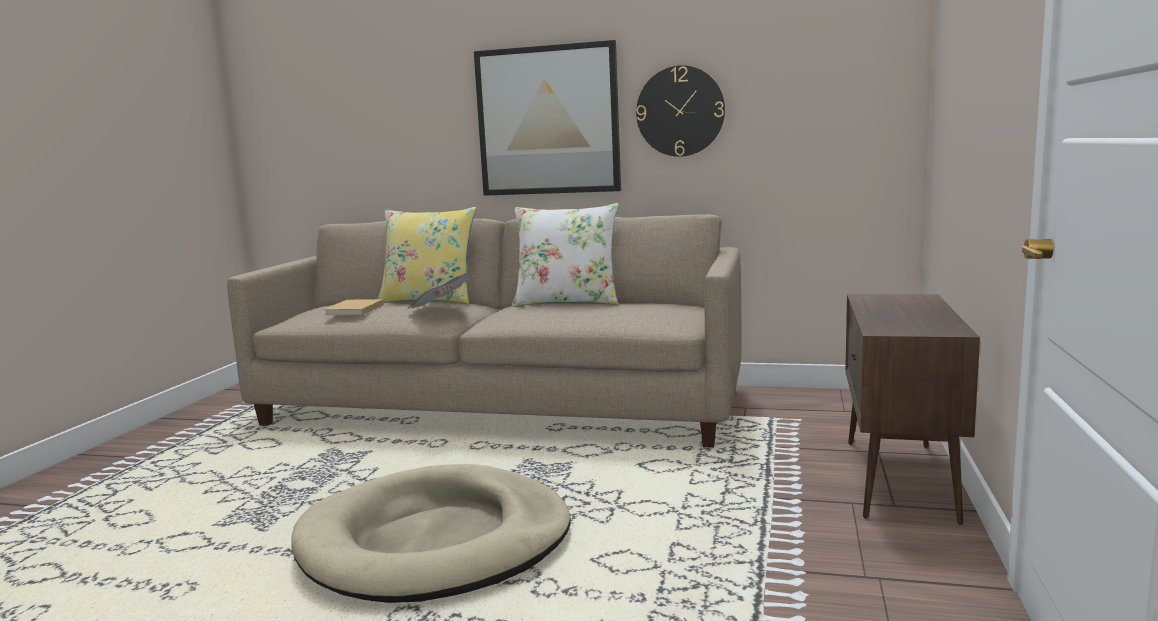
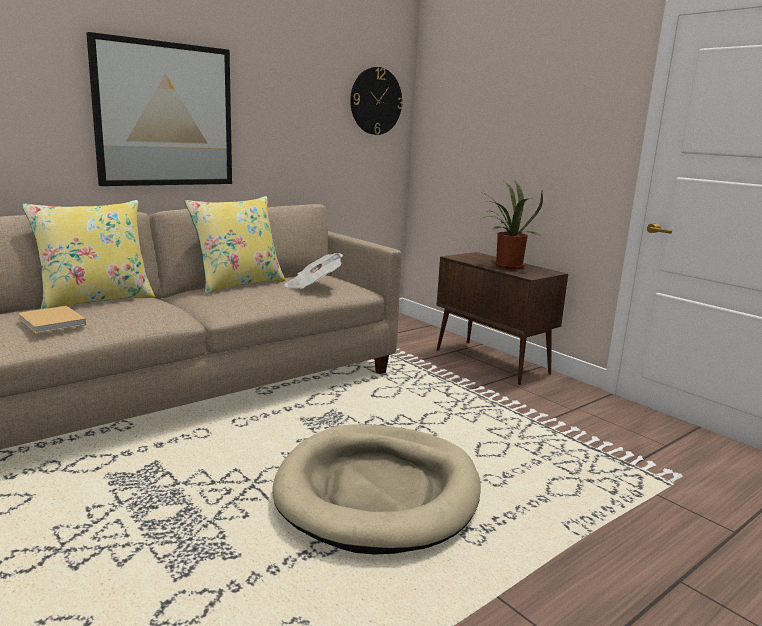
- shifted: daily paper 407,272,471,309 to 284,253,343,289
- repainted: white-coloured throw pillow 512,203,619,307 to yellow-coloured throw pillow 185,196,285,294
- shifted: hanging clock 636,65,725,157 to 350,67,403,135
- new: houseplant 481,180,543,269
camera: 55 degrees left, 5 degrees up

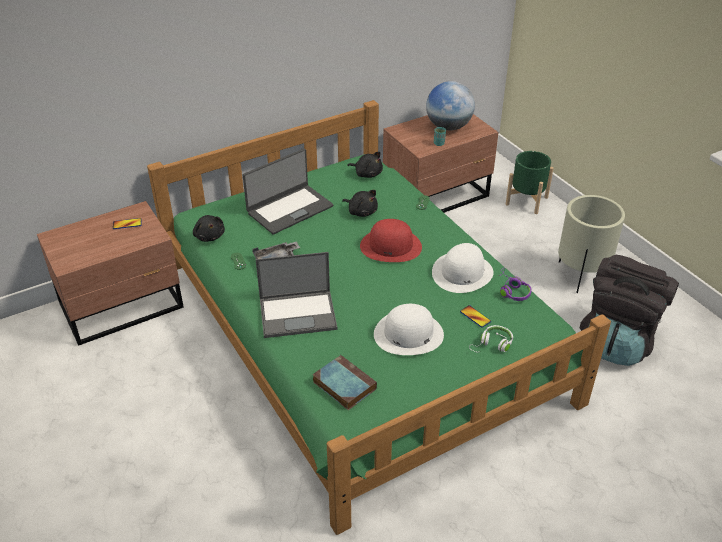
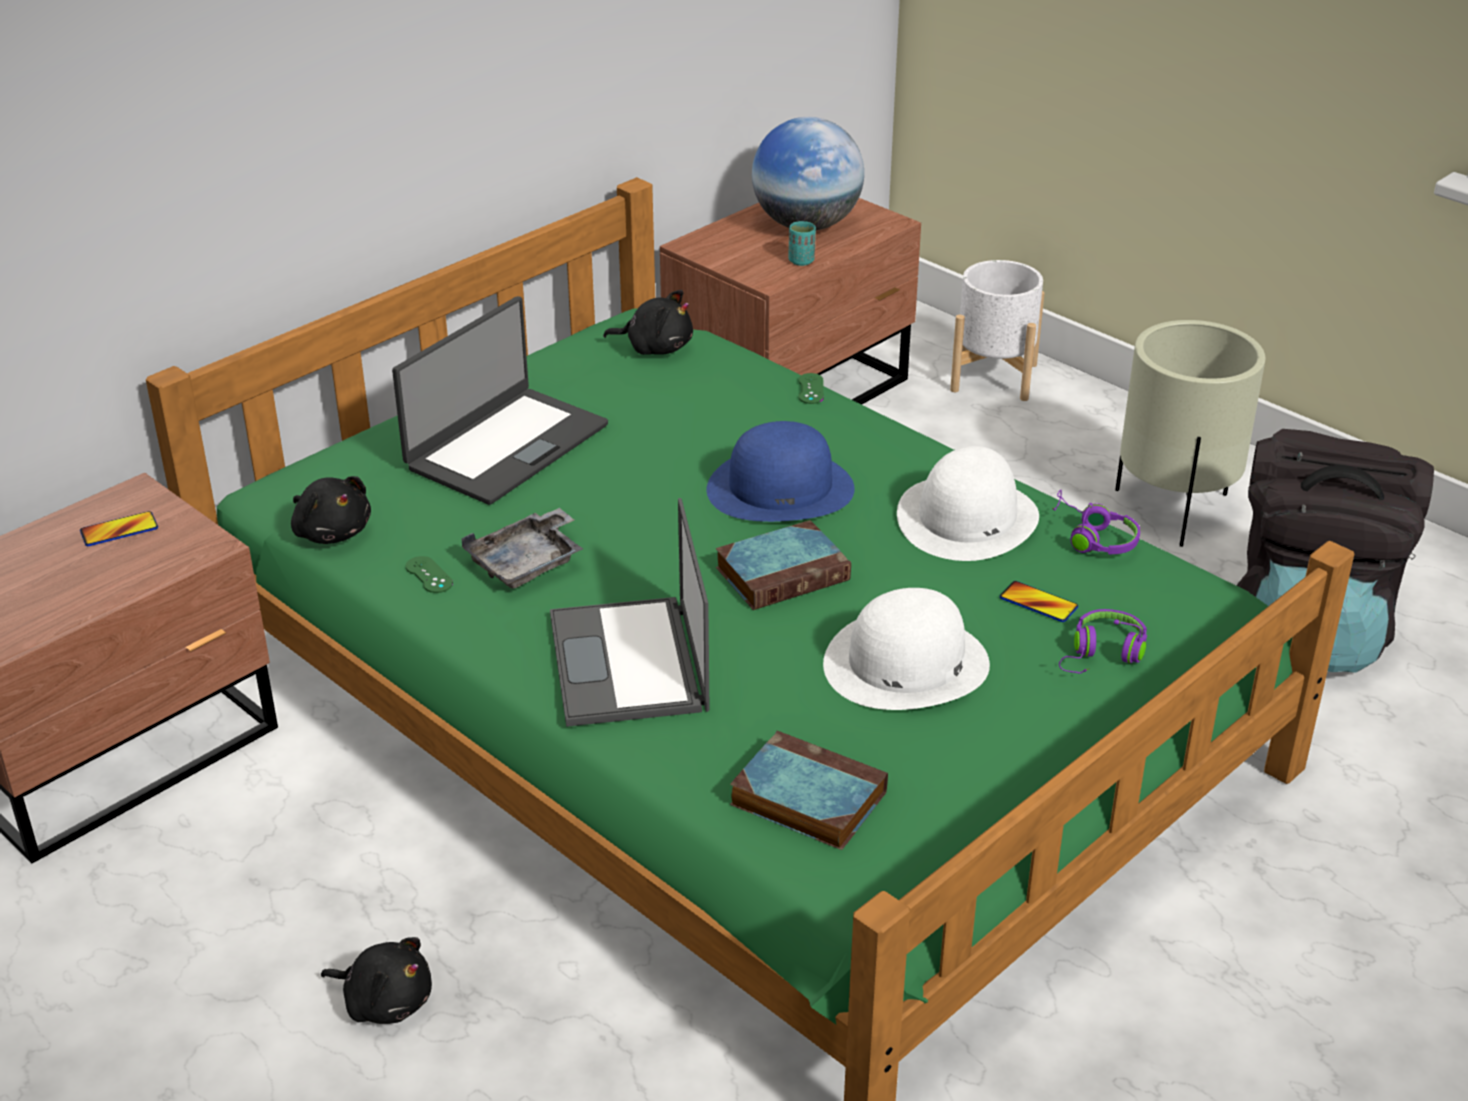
- rotated: portable computer 256,252,337,338 = 550,498,709,727 105 degrees clockwise
- shifted: black plush toy 342,190,378,217 to 321,937,432,1024
- repainted: red-coloured hat 360,219,422,262 to bluish hat 707,421,855,522
- repainted: white-coloured headphones 469,325,513,353 to purplish headphones 1059,609,1147,673
- repainted: green-coloured planter 506,151,554,214 to white-coloured planter 950,260,1044,401
- new: bound book 716,520,851,610
camera: 15 degrees left, 5 degrees down

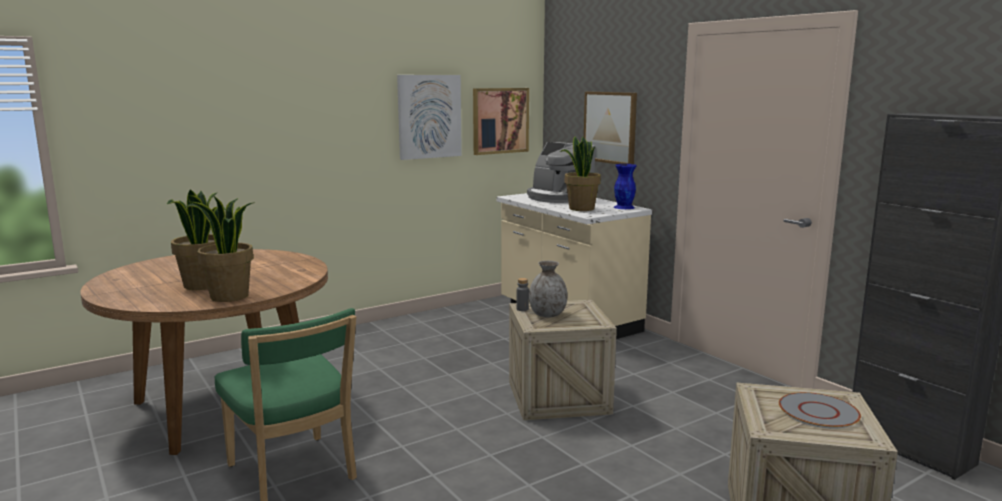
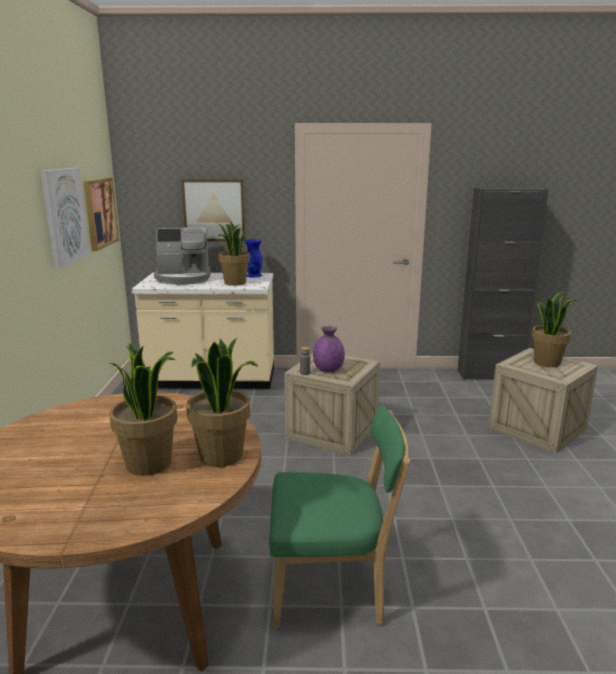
- repainted: gray decorative vase 529,261,567,317 to purplish decorative vase 313,326,345,372
- swapped: gray plate 779,392,861,428 to houseplant 532,292,577,367
camera: 55 degrees left, 5 degrees up

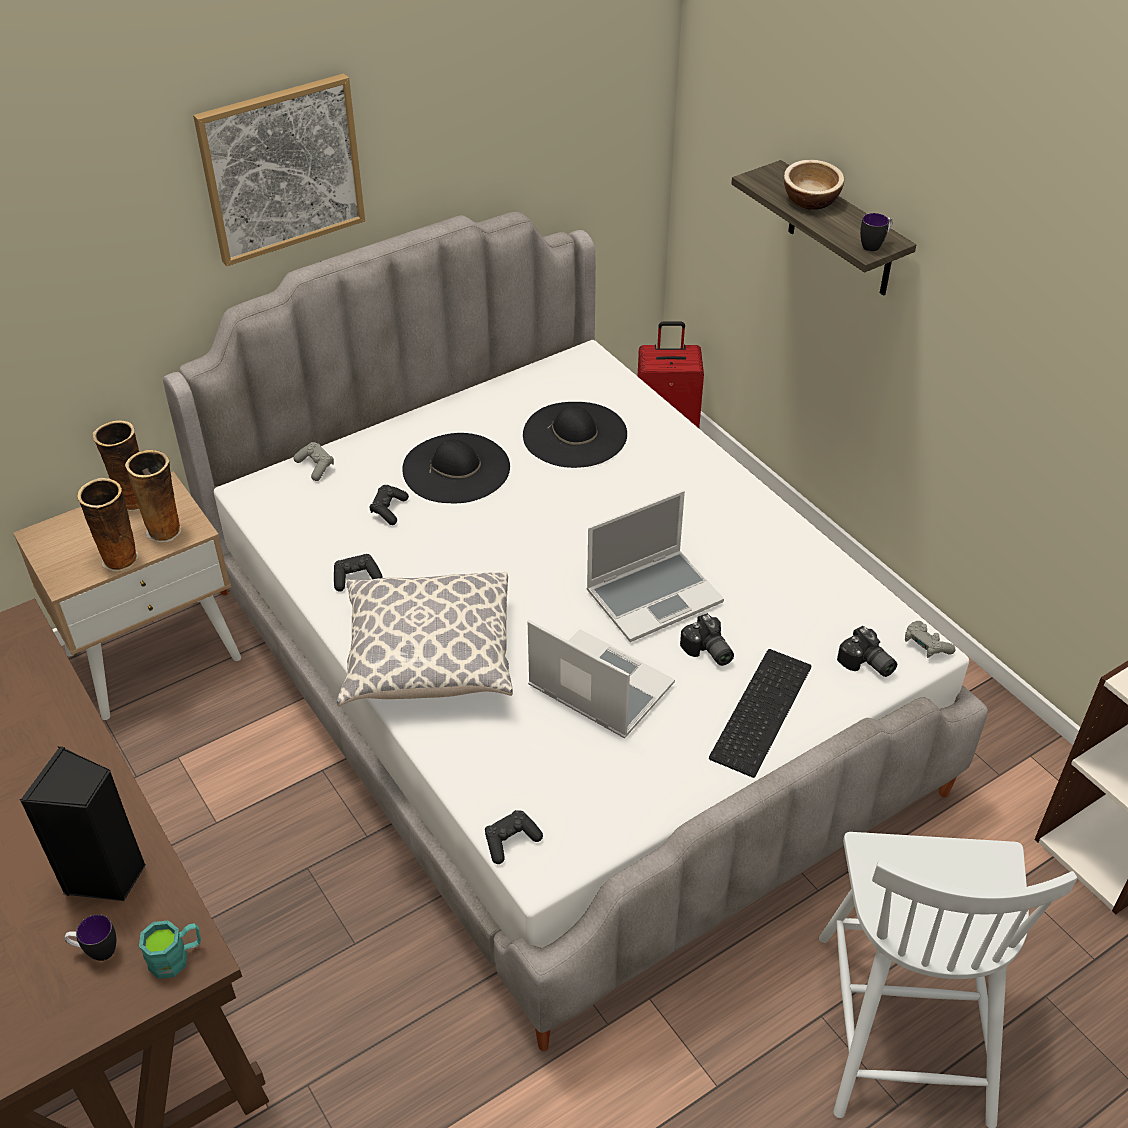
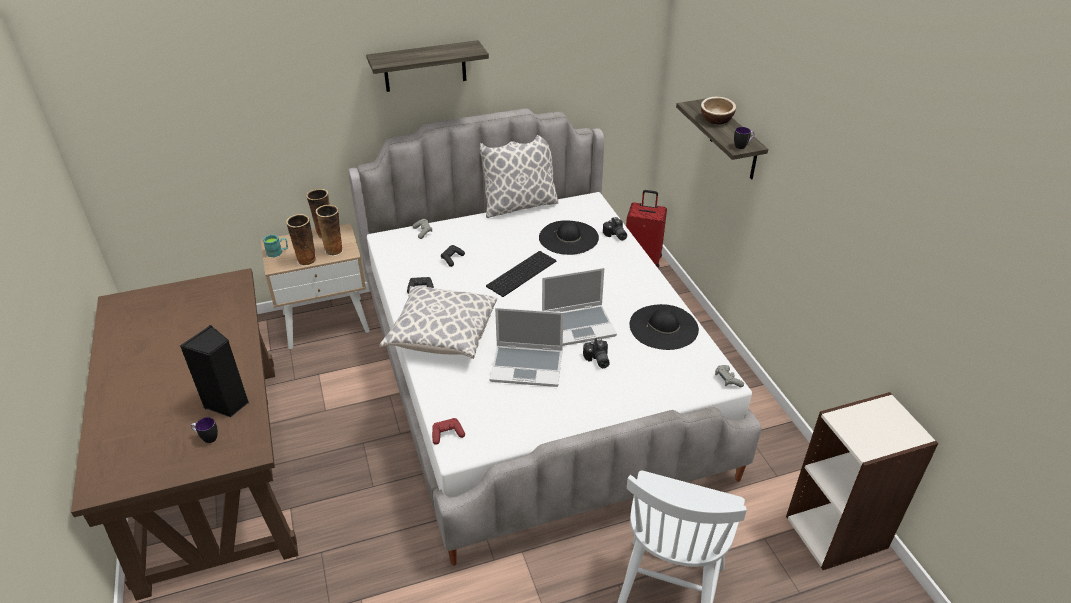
- shifted: blue-green coffee mug 139,920,201,979 to 263,235,288,257
- swapped: wall art 193,74,365,266 to bracket shelf 366,40,489,92
- shifted: black hat 402,433,510,503 to 630,304,699,350
- repainted: black gamepad 485,810,543,864 to red-coloured gamepad 432,418,465,445
- rotated: portable computer 528,620,675,739 = 490,308,563,387 135 degrees clockwise
- shifted: keyboard 709,649,811,778 to 486,251,556,297
- shifted: still camera 837,626,897,677 to 603,217,627,240
- new: throw pillow 480,135,559,218
camera: 15 degrees right, 5 degrees down

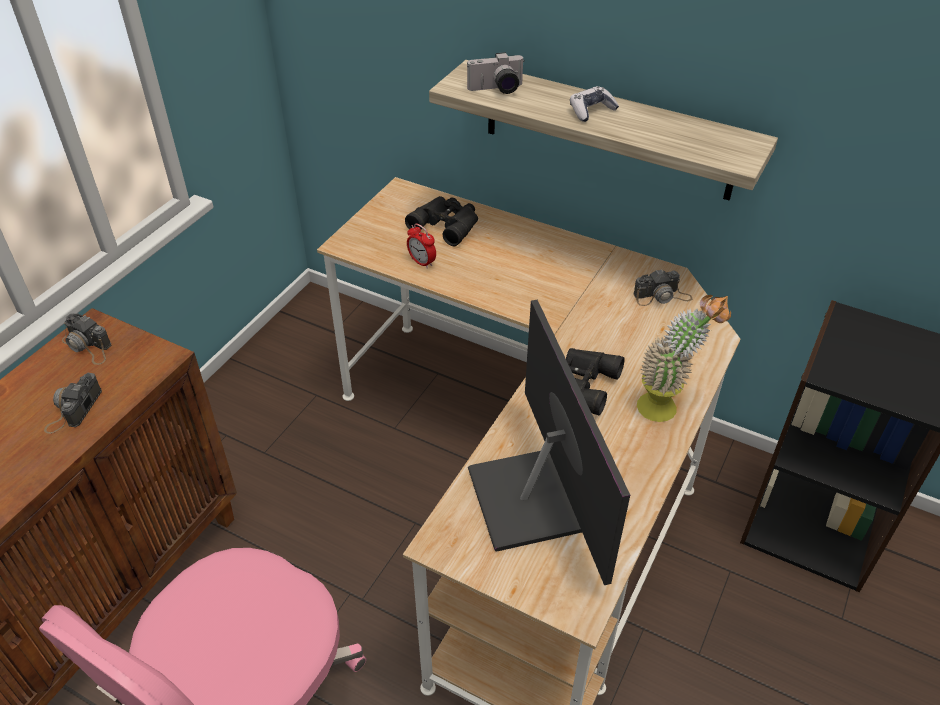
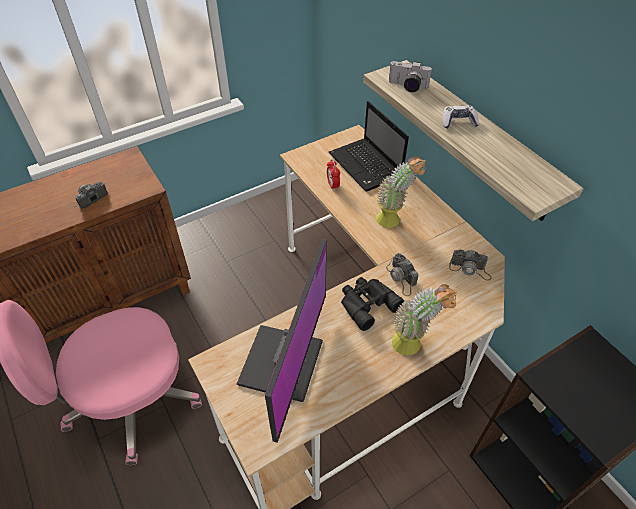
- shifted: still camera 62,313,112,365 to 386,253,418,296
- swapped: black field glasses 405,196,478,246 to portable computer 329,101,409,191
- new: houseplant 376,156,426,228
camera: 30 degrees right, 5 degrees up

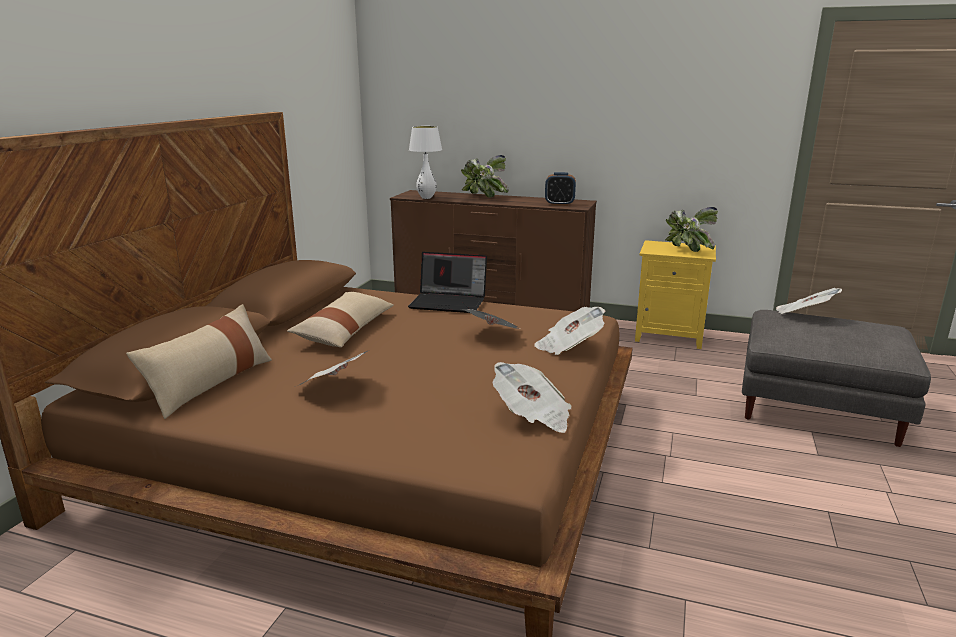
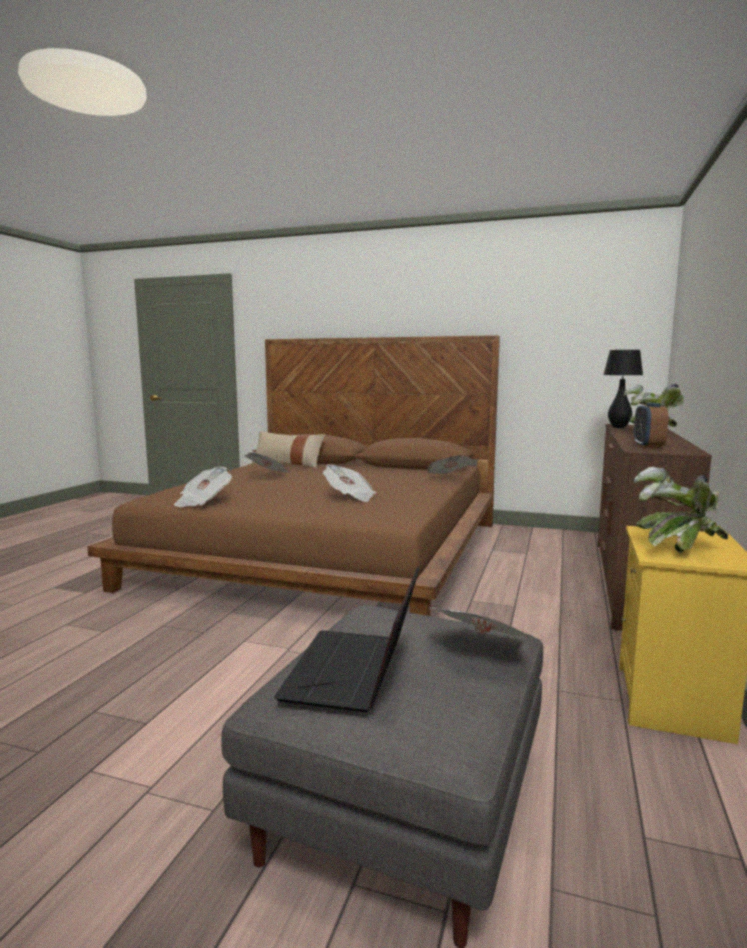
- gone: beige-coloured throw pillow 287,292,394,348
- shifted: portable computer 408,252,487,313 to 274,566,420,712
- repainted: white-coloured tabletop lamp 409,126,442,199 to black tabletop lamp 603,350,643,428
- shifted: daily paper 534,307,606,355 to 427,455,471,474
camera: 90 degrees right, 10 degrees down

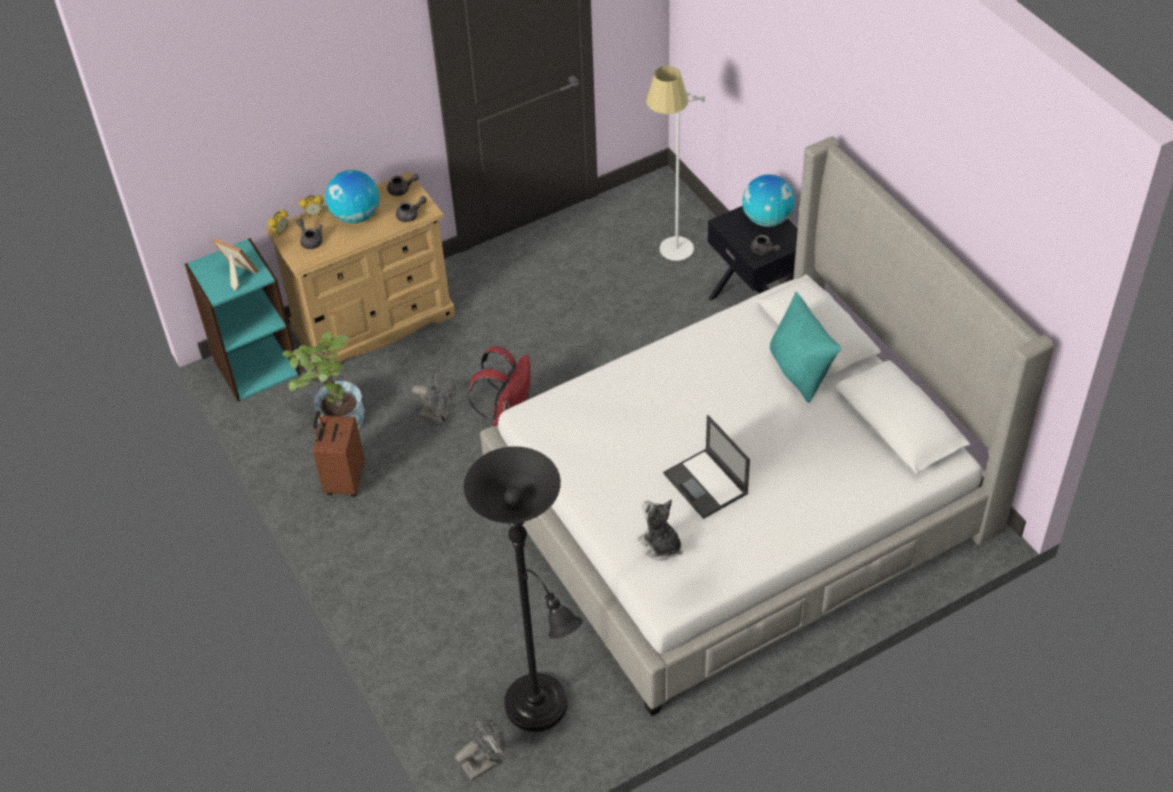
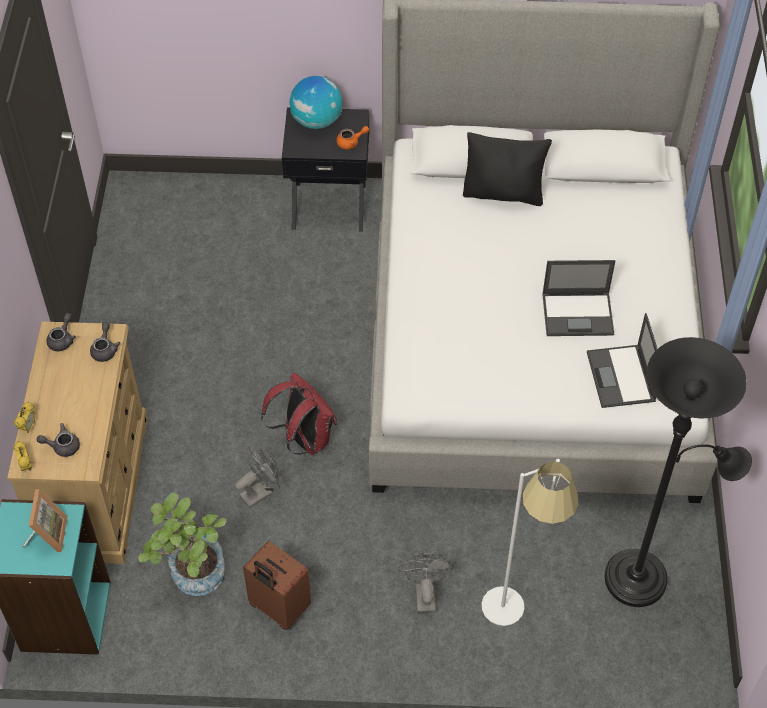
- rotated: standing frame 212,238,258,291 = 23,489,68,552 120 degrees clockwise
- gone: globe 325,170,380,223
- shifted: gray cooling fan 456,714,507,781 to 398,553,454,613
- swapped: plush toy 637,499,683,561 to portable computer 587,313,657,408
- shifted: white-coloured standing lamp 646,66,705,261 to 481,459,578,626
- repainted: gray teapot 751,235,781,255 to orange teapot 336,126,369,149
- repainted: blue-green throw pillow 770,292,841,403 to black throw pillow 463,132,552,206
camera: 60 degrees left, 5 degrees up

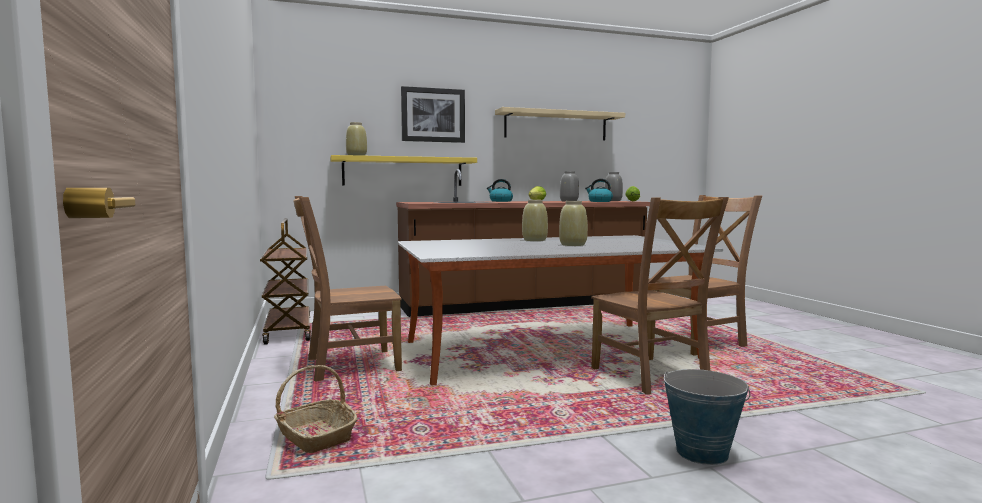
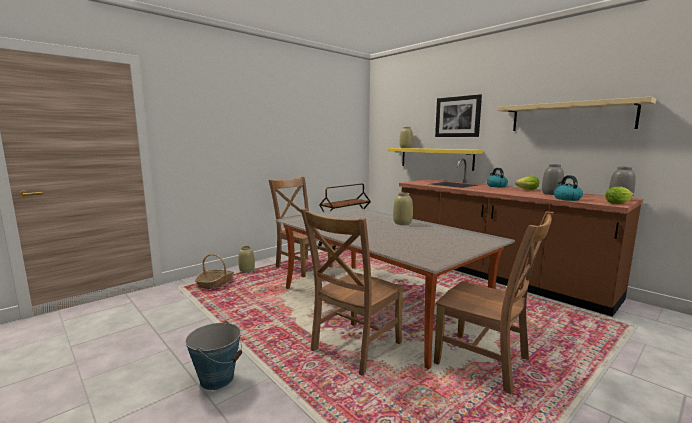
- shifted: beige-coloured decorative vase 559,201,588,246 to 238,246,255,272
camera: 65 degrees right, 5 degrees up

